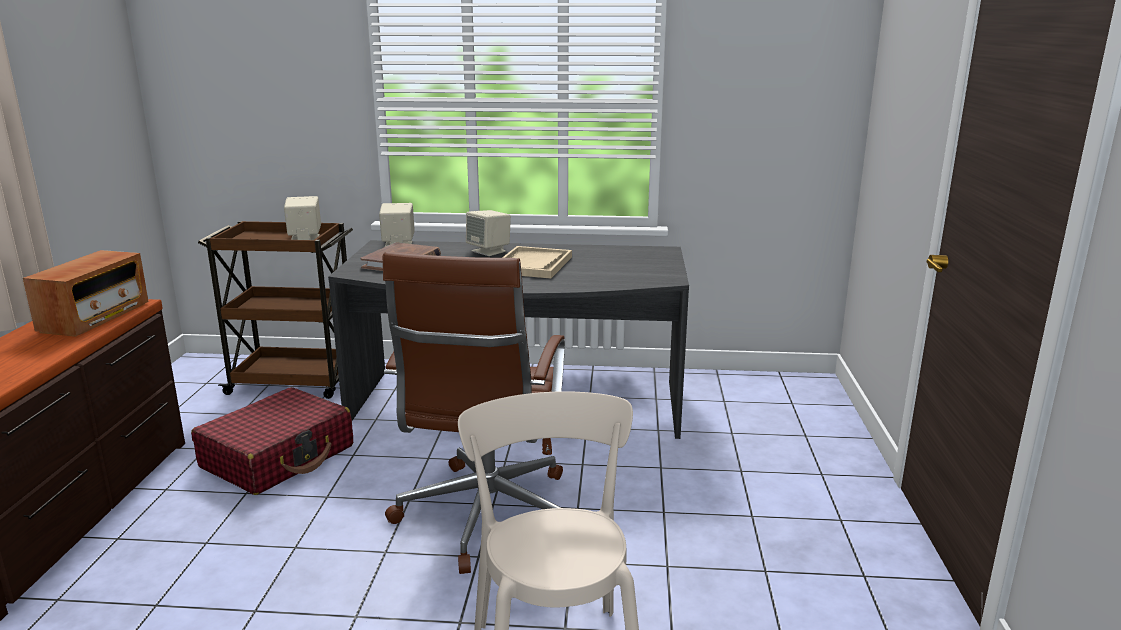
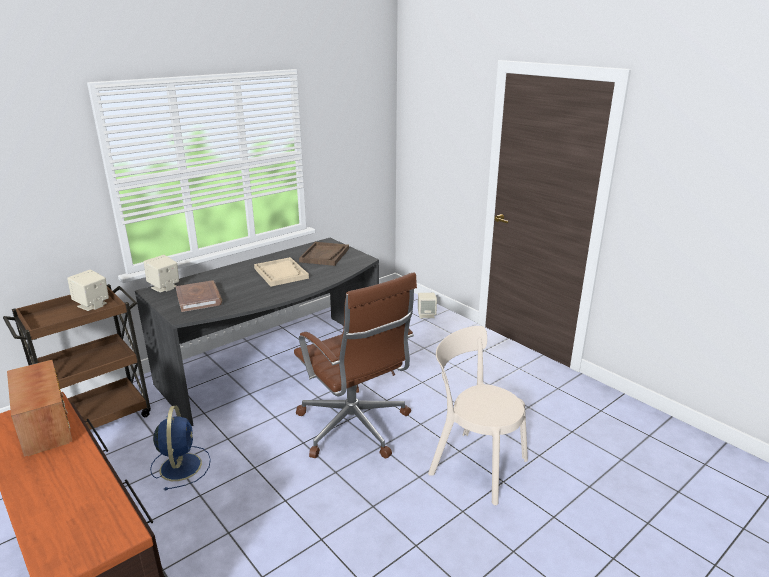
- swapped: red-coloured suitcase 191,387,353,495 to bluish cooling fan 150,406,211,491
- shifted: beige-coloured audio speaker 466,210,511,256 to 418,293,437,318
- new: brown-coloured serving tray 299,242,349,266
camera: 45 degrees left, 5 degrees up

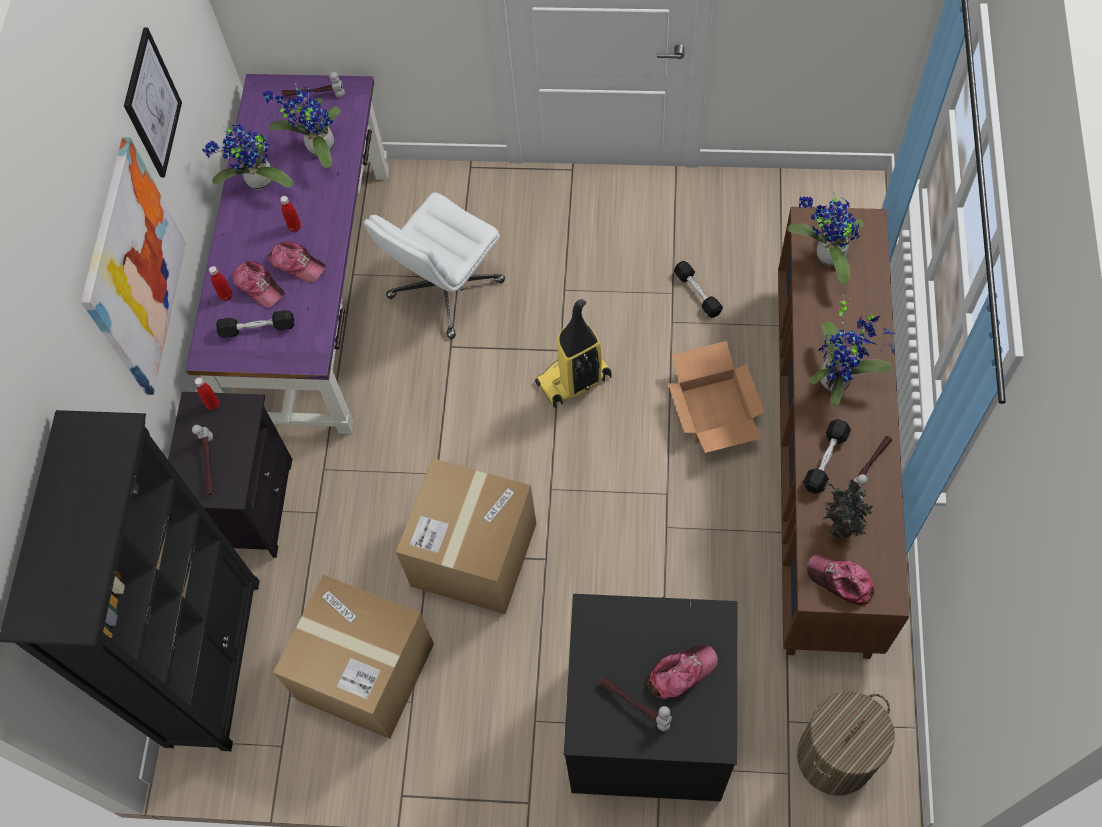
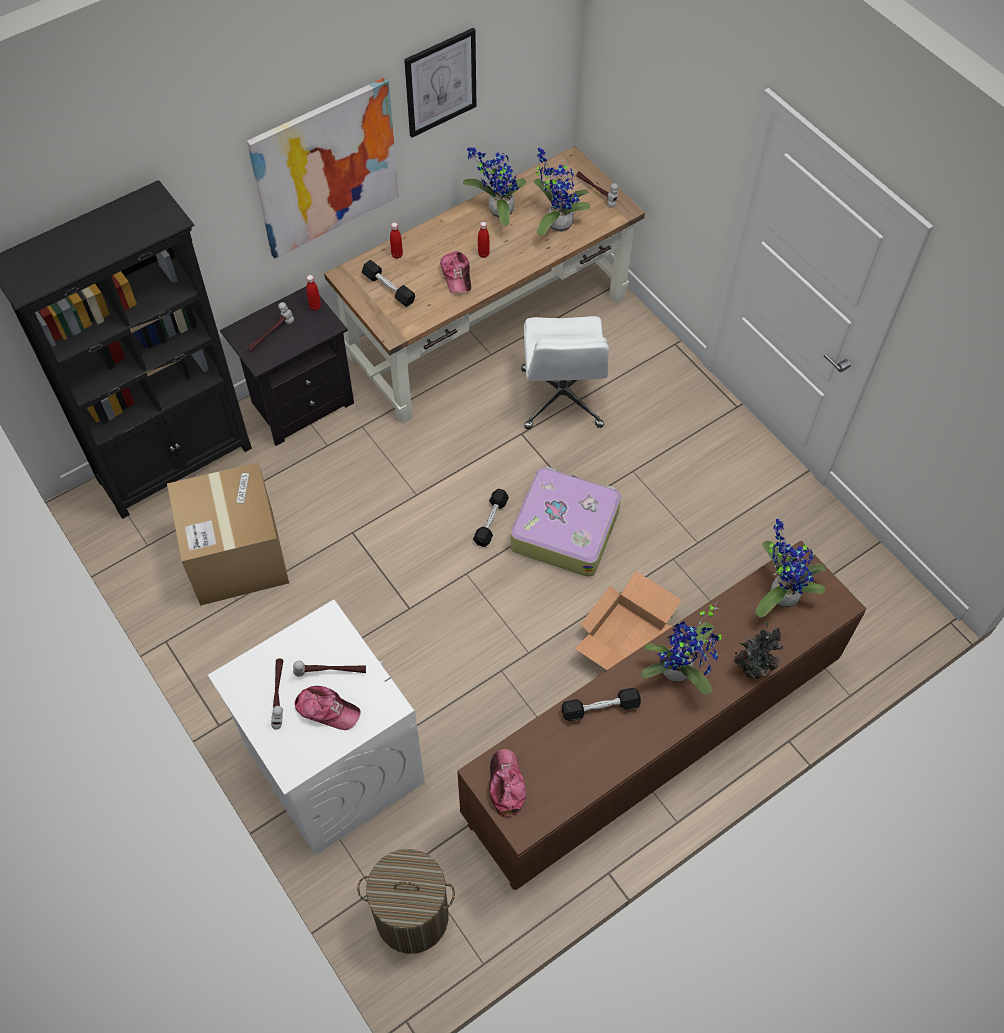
- repainted: purplish desk 185,74,389,434 to brown-coloured desk 324,146,645,423
- gone: baseball cap 232,261,285,308
- rotated: white-coloured computer chair 363,192,505,339 = 521,316,609,429 90 degrees counterclockwise
- gone: packing box 396,458,537,614
- swapped: vacuum cleaner 535,299,611,408 to suitcase 510,467,621,577
- repainted: black laundry appliance 564,594,737,801 to white-coloured laundry appliance 208,600,425,856
- shifted: black hand weight 674,261,723,318 to 473,489,509,547
- shifted: houseplant 823,479,873,539 to 732,621,783,679
- shifted: tool hammer 847,436,892,491 to 293,660,366,676
camera: 45 degrees right, 5 degrees down

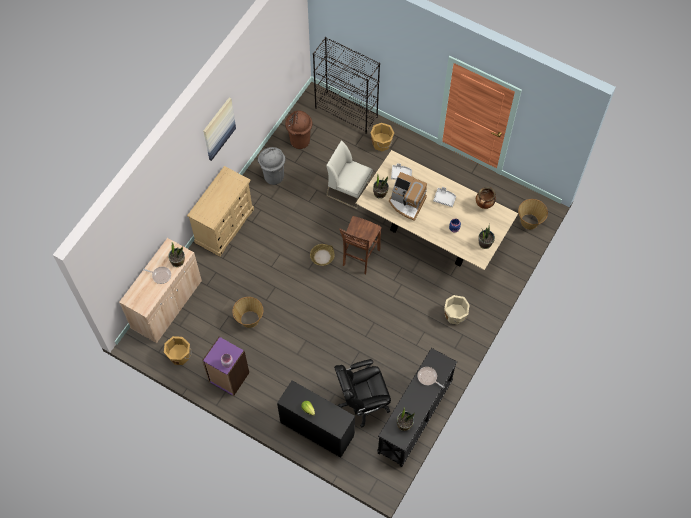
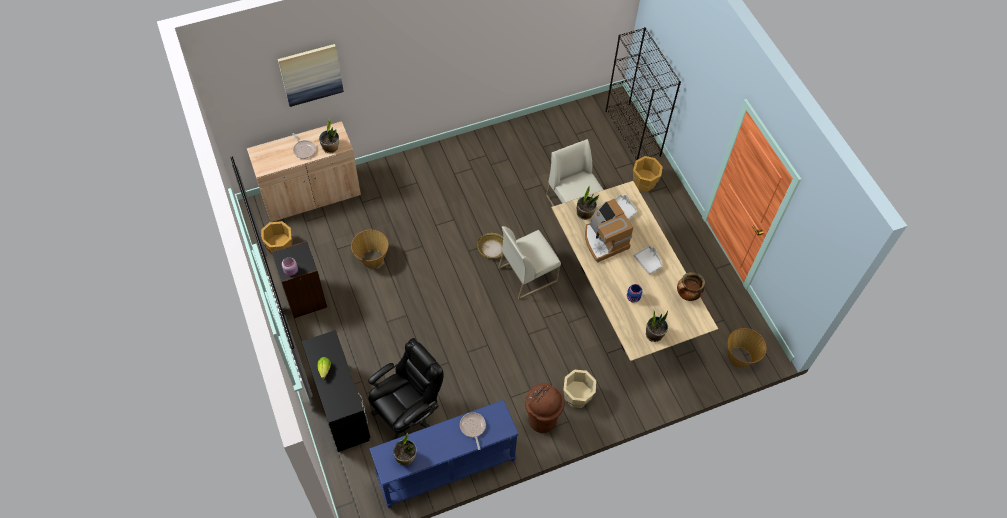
- gone: beige-coloured dresser 187,166,254,256
- repainted: purplish shelving unit 202,337,249,396 to black shelving unit 272,241,327,318
- shifted: wall art 203,98,236,161 to 278,44,344,107
- gone: gray rubbish bin 258,147,286,185
- shifted: brown-coloured rubbish bin 285,110,312,149 to 525,384,565,433
- rotated: black computer chair 334,359,391,427 = 368,338,443,440 120 degrees clockwise
- swapped: brown-coloured stool seat 339,216,382,274 to white-coloured plain chair 499,226,561,300
- repainted: black console table 377,348,457,467 to bluish console table 369,400,518,508
camera: 35 degrees right, 5 degrees down

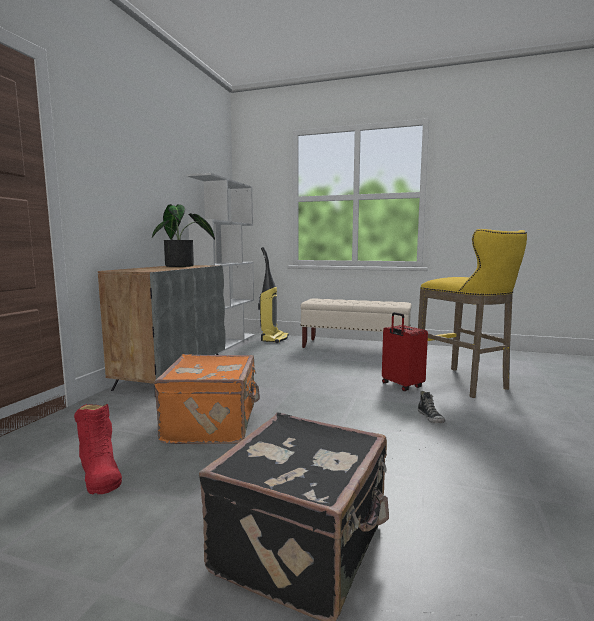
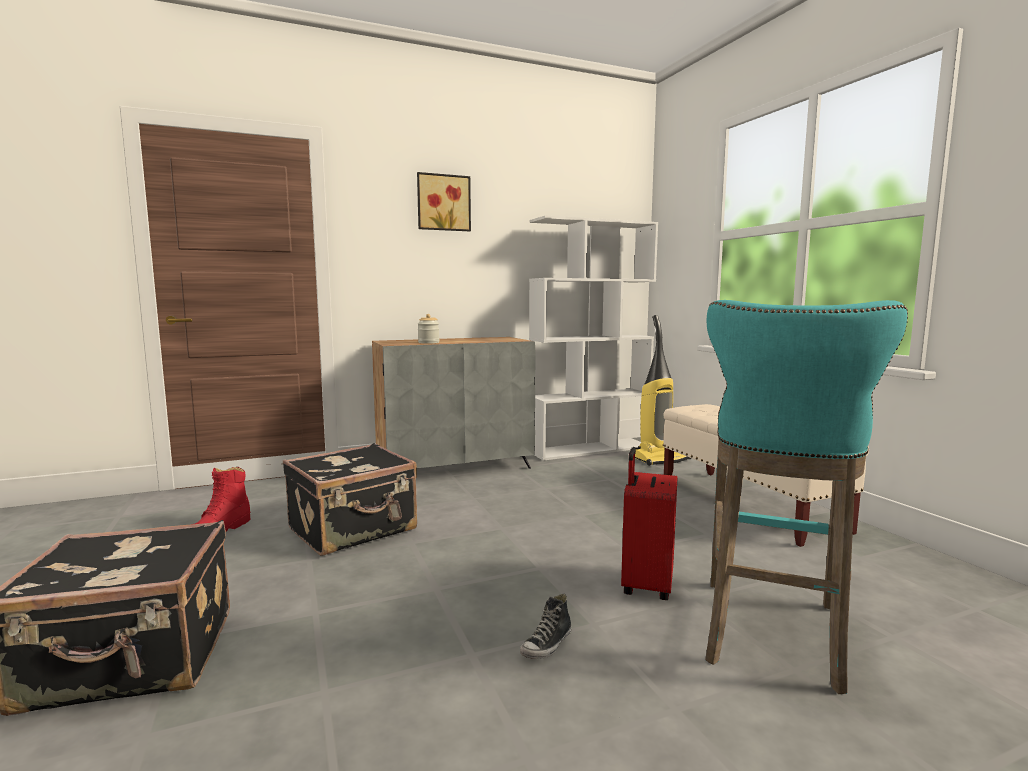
- gone: houseplant 152,204,215,267
- repainted: orange suitcase 154,354,260,444 to black suitcase 283,443,417,556
- repainted: yellow-coloured stool seat 418,229,527,398 to blue-green stool seat 705,300,908,694
- new: wall art 417,172,471,231
- new: preserve jar 418,314,439,344
camera: 50 degrees right, 0 degrees up

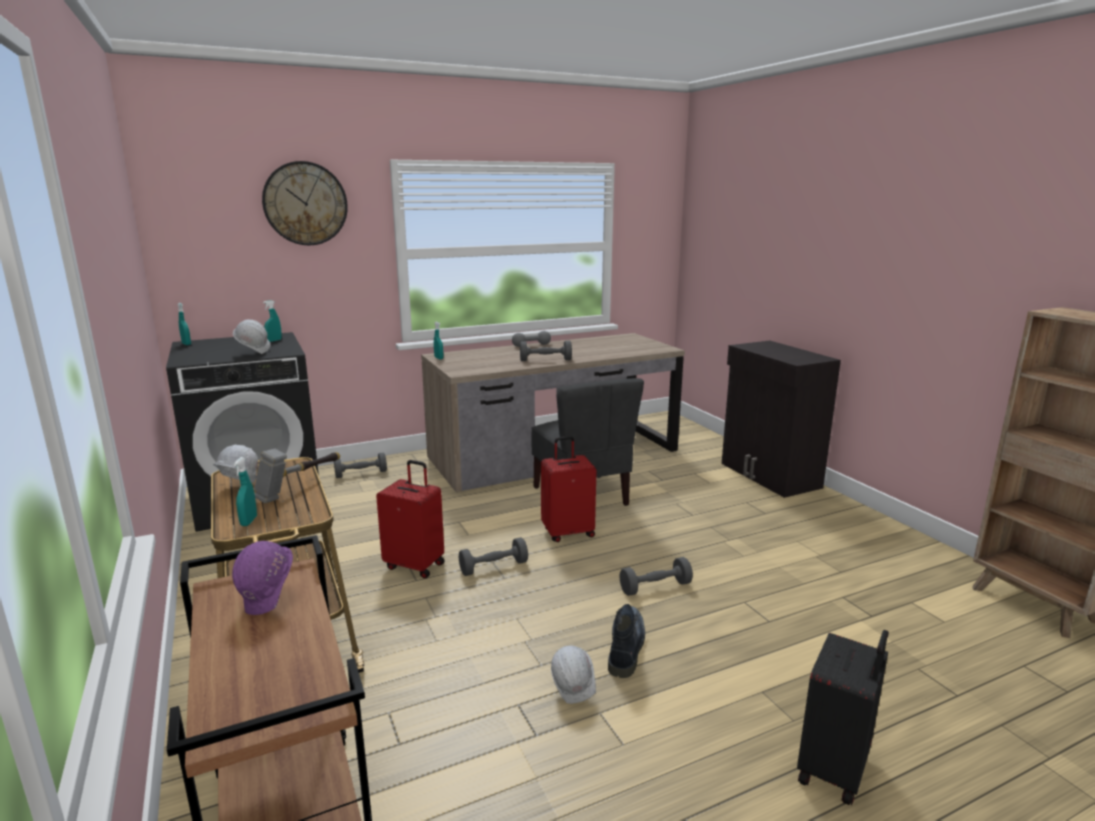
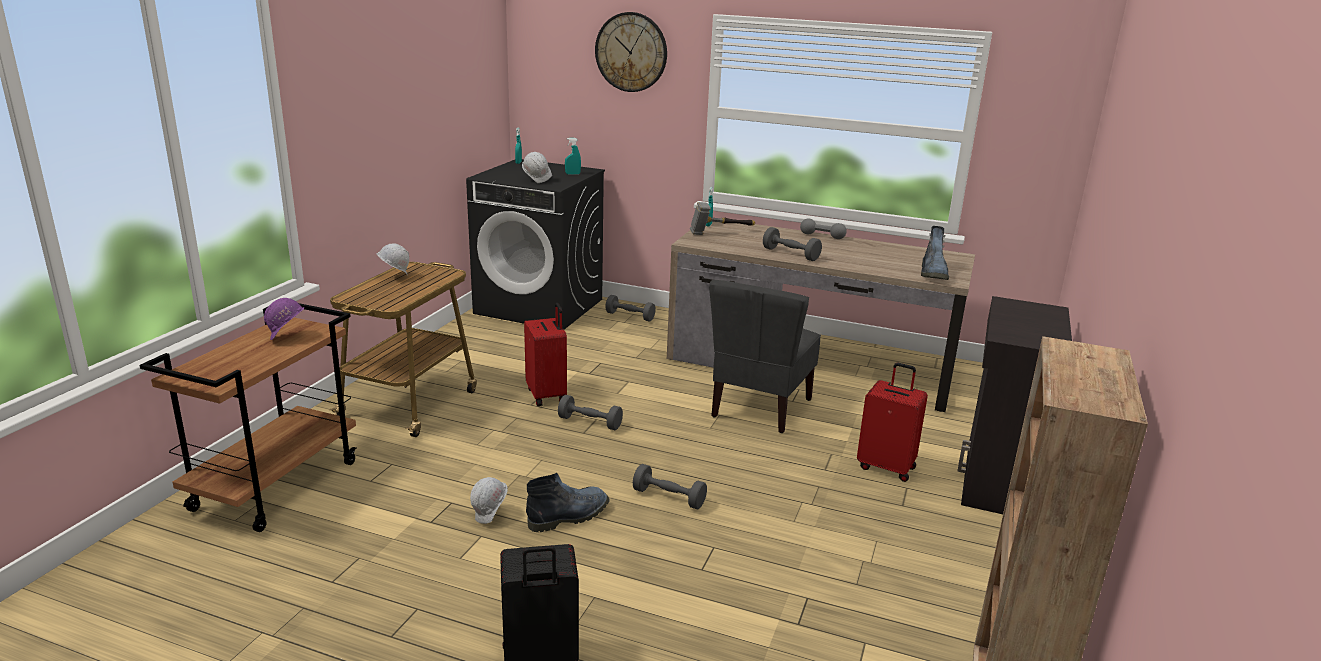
- gone: blue-green hand sprayer 234,457,257,526
- shifted: tool hammer 254,449,340,504 to 690,202,755,235
- shifted: red-coloured suitcase 541,436,596,542 to 857,363,928,482
- new: boot 921,226,949,280
camera: 45 degrees right, 5 degrees up

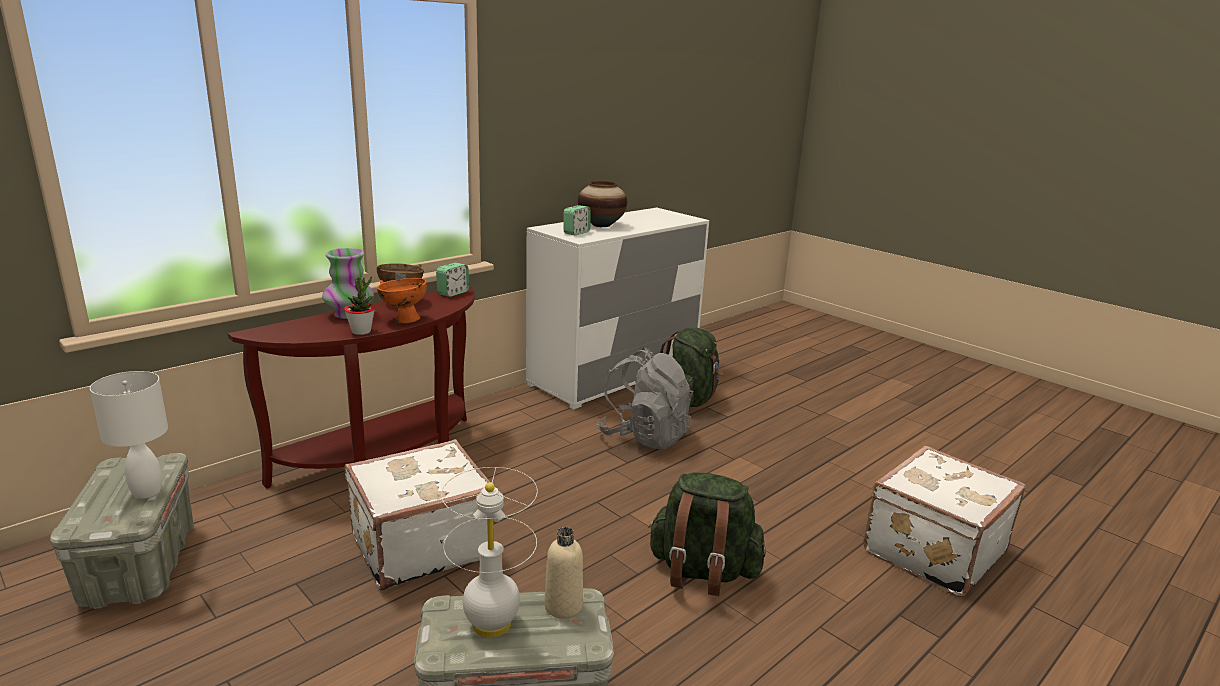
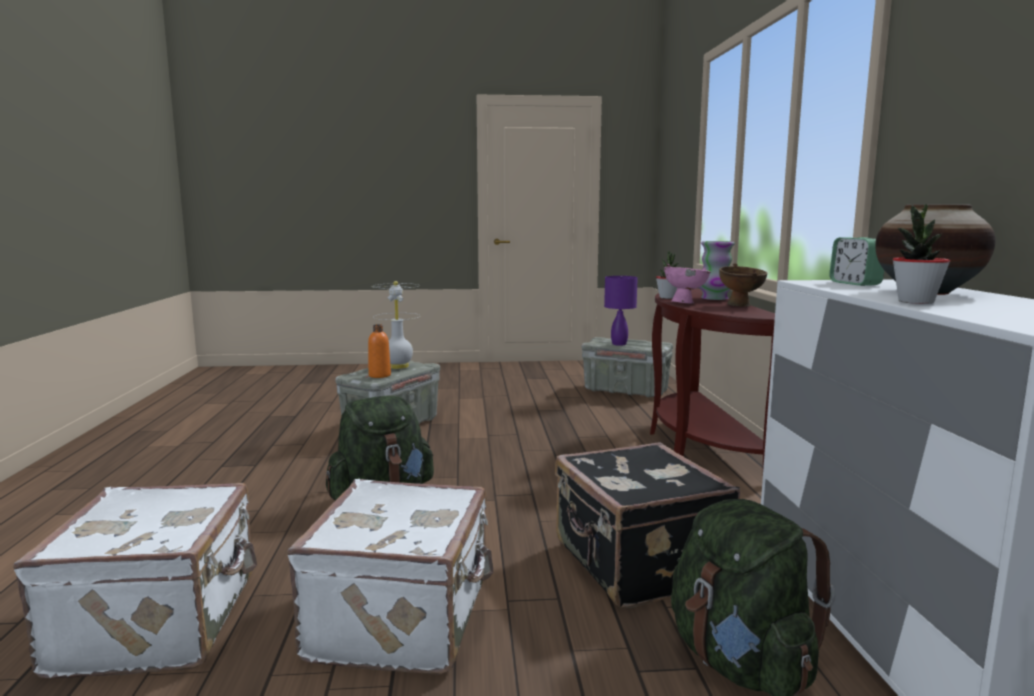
- repainted: white-coloured tabletop lamp 90,371,168,499 to purplish tabletop lamp 604,276,638,346
- shifted: white-coloured suitcase 345,439,494,591 to 287,479,493,675
- repainted: orange deep dish 377,278,427,323 to pink-coloured deep dish 664,264,710,304
- gone: alarm clock 436,263,469,297
- repainted: beige-coloured beverage bottle 544,527,583,619 to orange beverage bottle 368,324,391,378
- swapped: gray knapsack 596,348,693,449 to black suitcase 555,443,740,608
- new: houseplant 893,204,950,304
camera: 130 degrees right, 10 degrees down

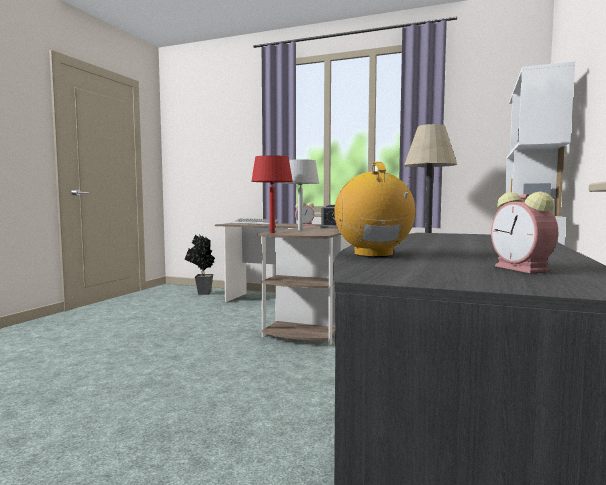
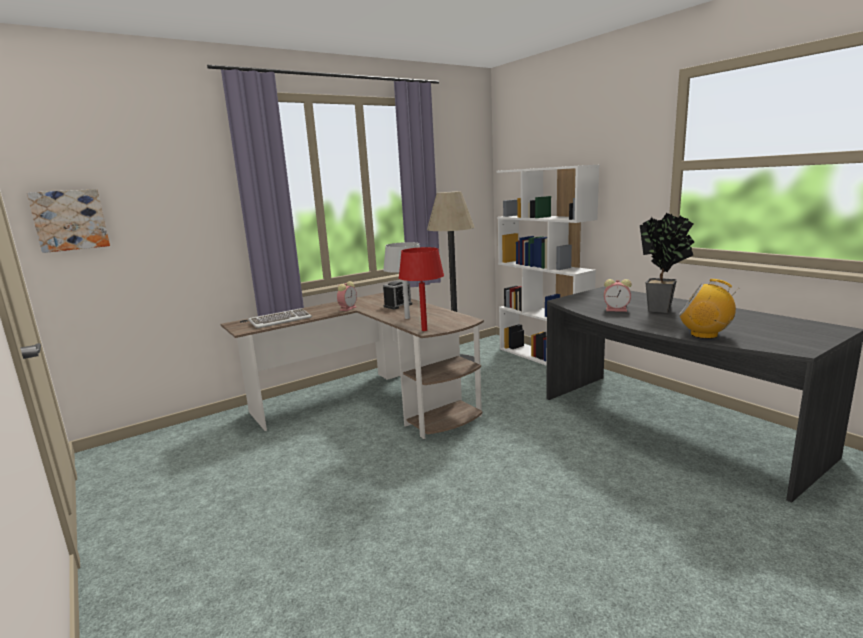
- shifted: houseplant 185,234,215,295 to 640,213,694,313
- shifted: alarm clock 491,192,558,273 to 604,279,632,312
- new: wall art 27,189,110,253
camera: 55 degrees left, 10 degrees up

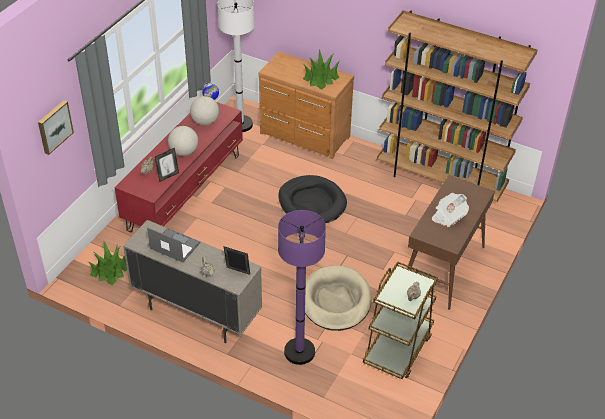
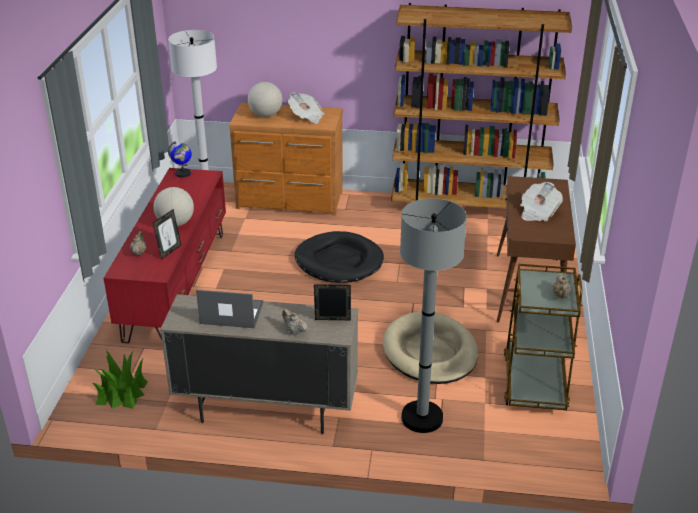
- gone: wall art 38,100,74,155
- shifted: globe 190,96,219,125 to 248,82,283,117
- repainted: purplish standing lamp 278,210,326,365 to gray standing lamp 400,198,467,433
- swapped: houseplant 303,49,339,90 to daily paper 288,92,325,124
camera: 20 degrees left, 10 degrees down

